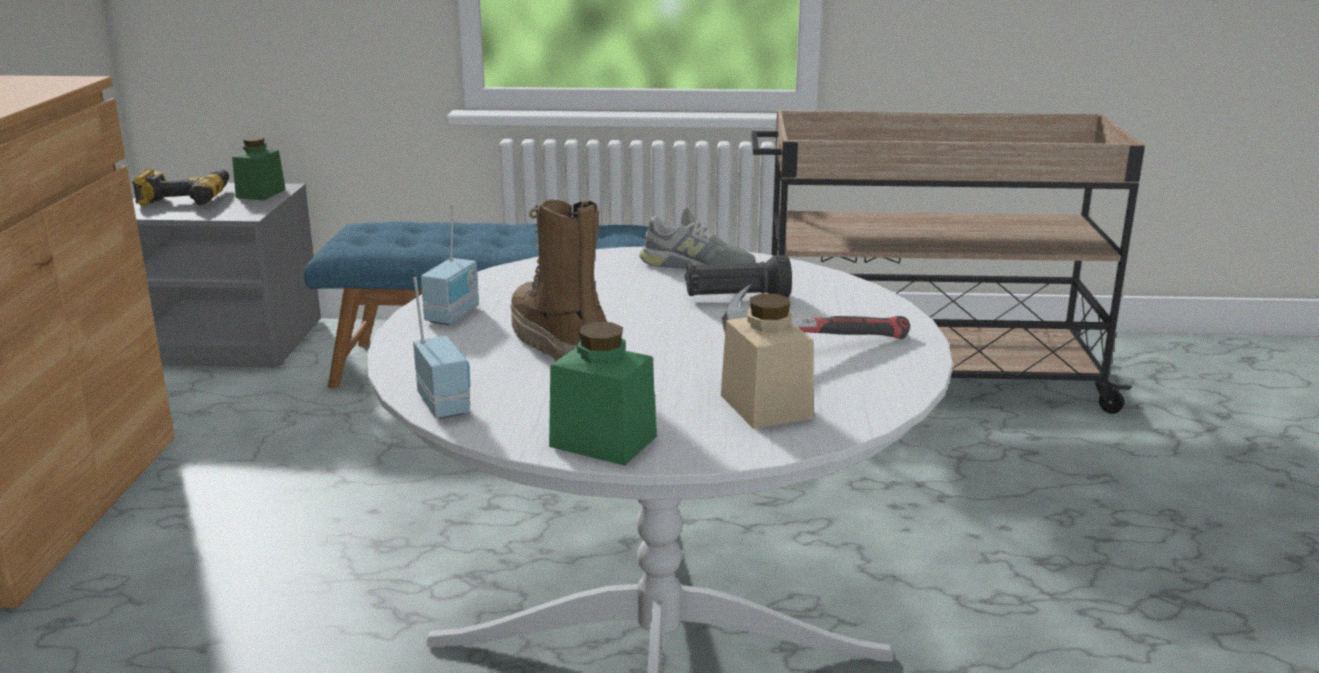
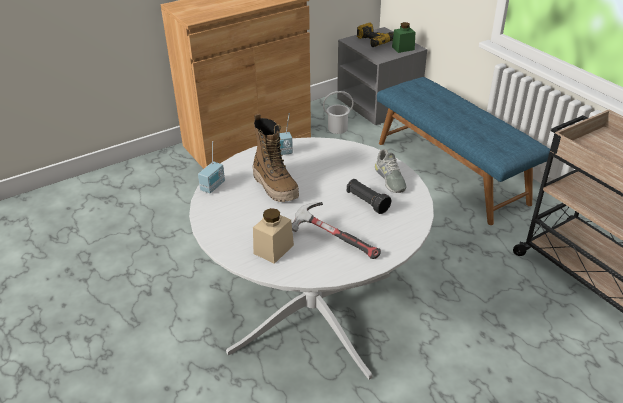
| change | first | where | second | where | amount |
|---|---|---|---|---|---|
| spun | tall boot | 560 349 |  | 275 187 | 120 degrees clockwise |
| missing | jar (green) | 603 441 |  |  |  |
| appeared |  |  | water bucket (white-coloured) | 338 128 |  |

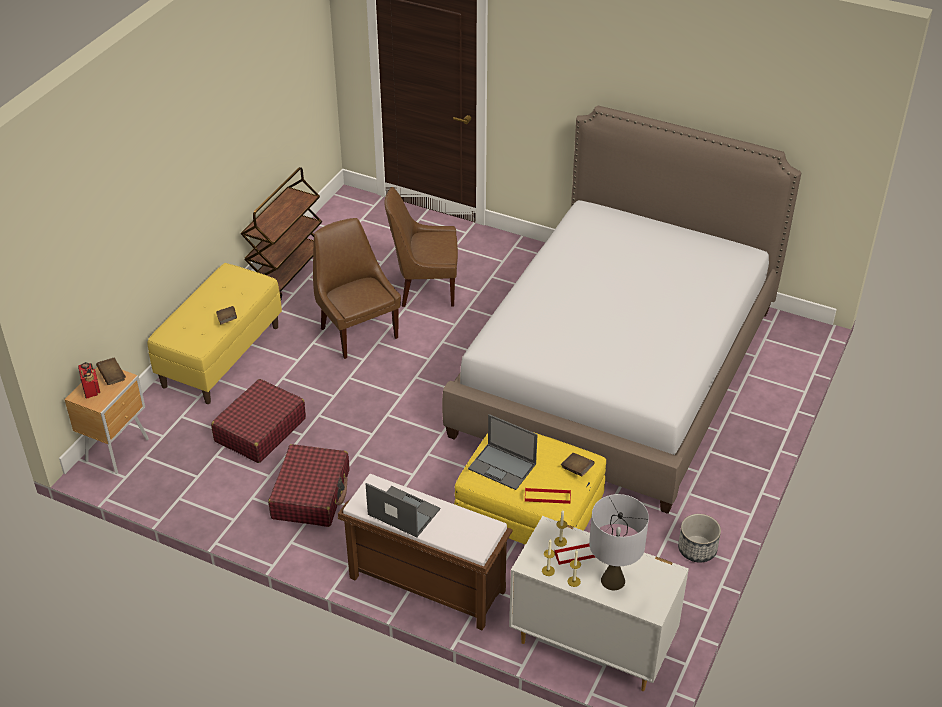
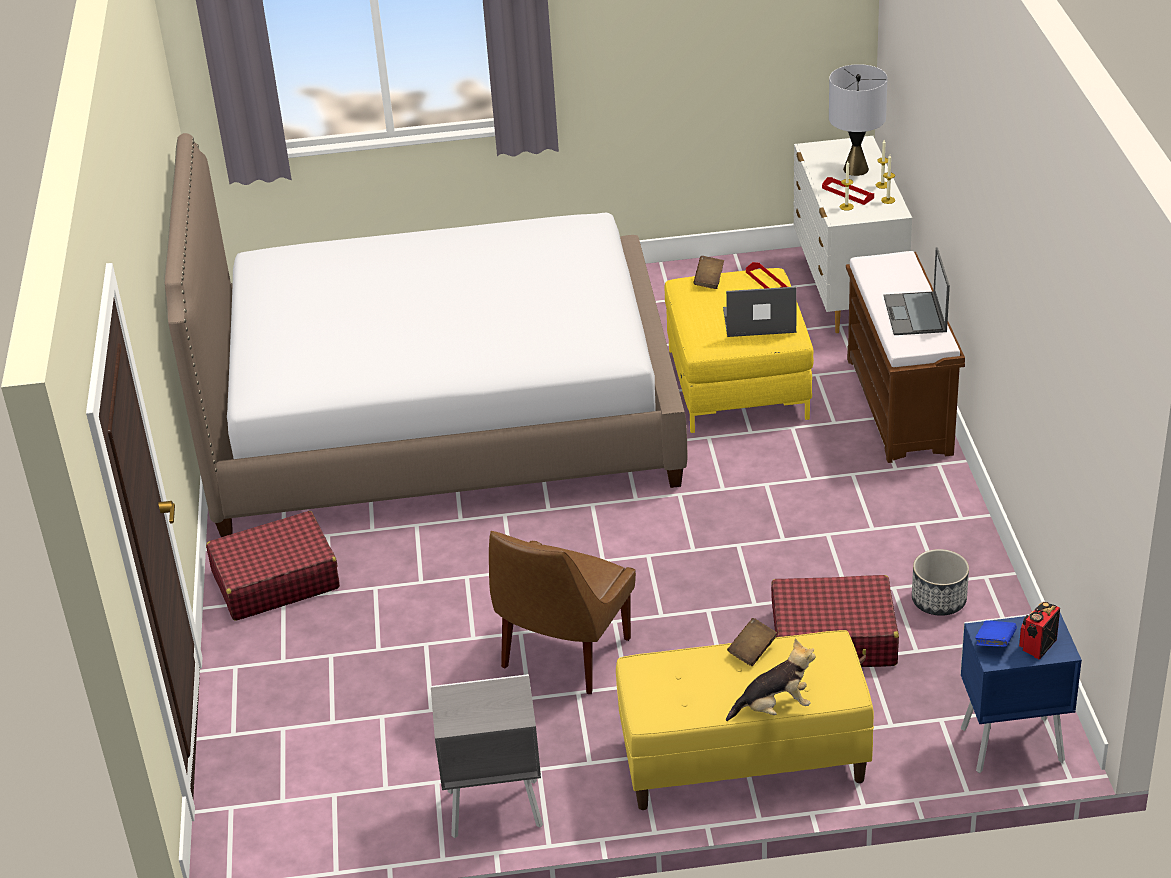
| change | first | where | second | where | amount |
|---|---|---|---|---|---|
| exchanged | cart (brown-coloured) | 286 271 | nightstand (grey) | 492 808 |  |
| missing | plain chair (brown-coloured) | 425 288 |  |  |  |
| colour | volume (brown-coloured) | 112 376 | volume (blue) | 994 643 |  |
| colour | nightstand (brown-coloured) | 119 449 | nightstand (blue) | 1009 745 |  |
| spun | laptop | 503 466 |  | 758 321 | 90 degrees counterclockwise |
| relocated | piece of luggage (reddish) | 311 494 |  | 275 580 |  |
| relocated | flower pot | 697 549 |  | 938 600 |  |
| appeared |  |  | soft toy | 774 707 |  |

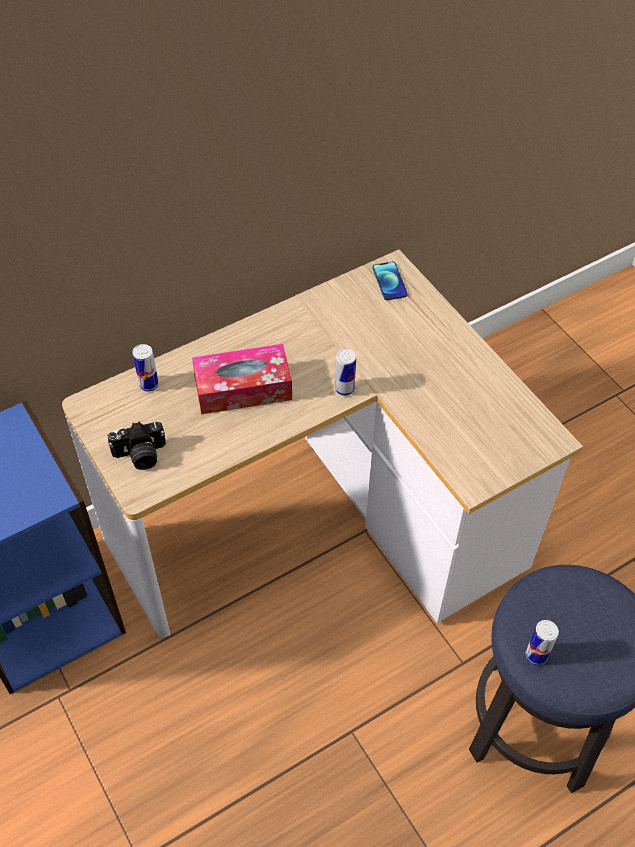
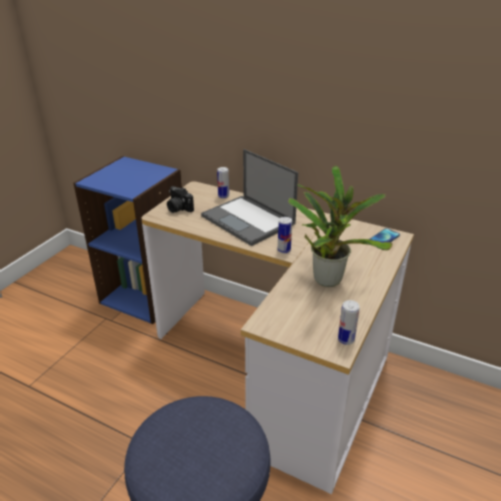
| change | first | where | second | where | amount |
|---|---|---|---|---|---|
| exchanged | tissue holder | 243 388 | laptop | 249 220 |  |
| relocated | sealed can | 536 655 |  | 346 339 |  |
| appeared |  |  | plant in a pot | 328 277 |  |

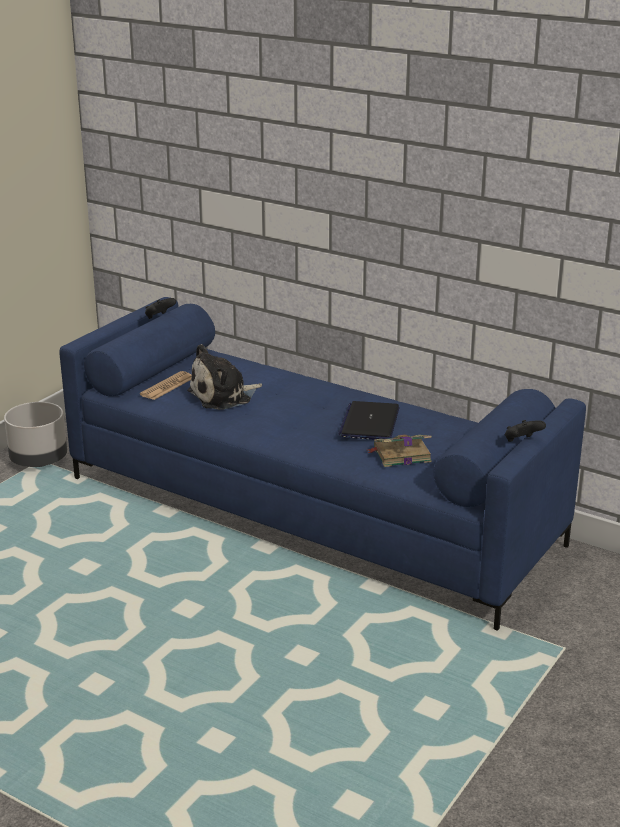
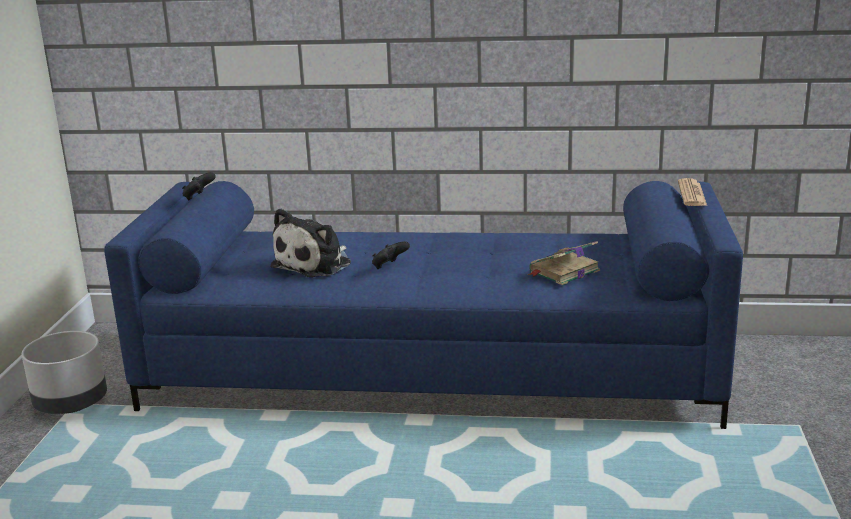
| change | first | where | second | where | amount |
|---|---|---|---|---|---|
| relocated | daily paper | 167 386 |  | 692 194 |  |
| missing | laptop | 369 422 |  |  |  |
| relocated | game controller (black-coloured) | 522 441 |  | 389 266 |  |

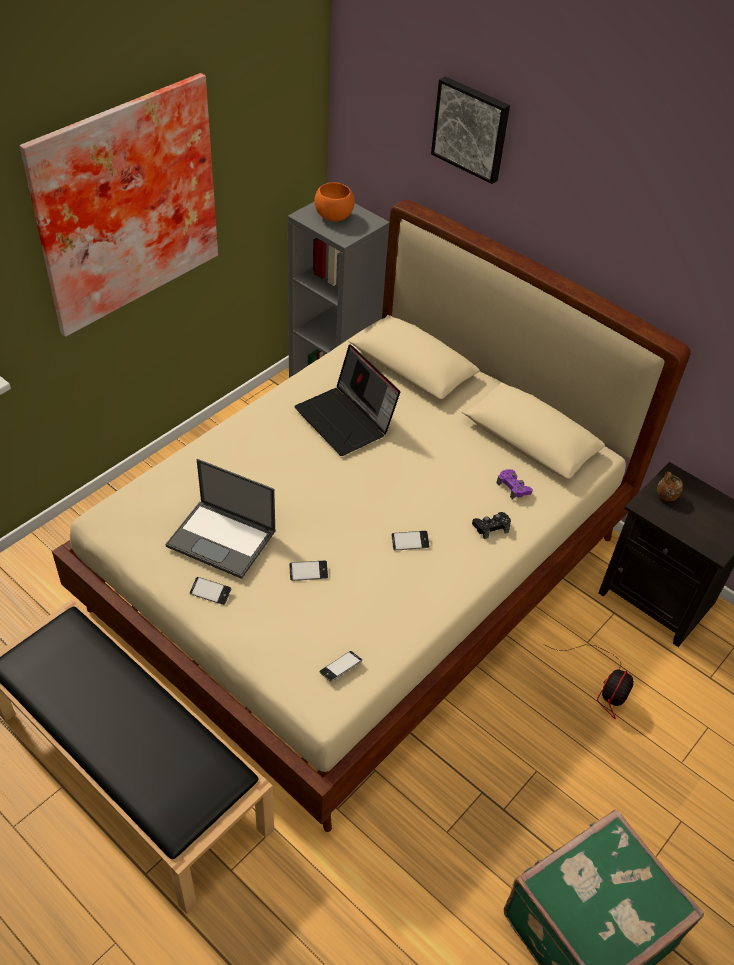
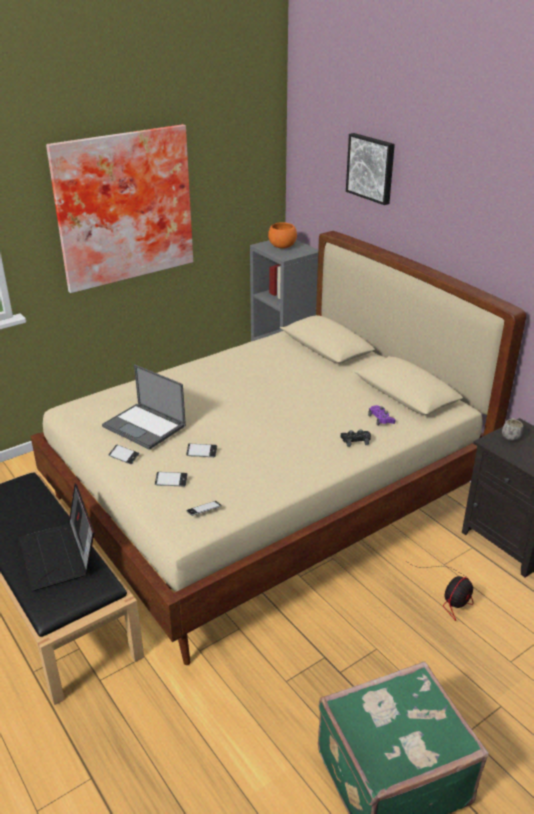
| change | first | where | second | where | amount |
|---|---|---|---|---|---|
| relocated | laptop | 346 420 |  | 60 556 |  |
| colour | mug (brown-coloured) | 665 493 | mug (white-coloured) | 510 436 |  |
| relocated | handset | 410 542 |  | 171 481 |  |

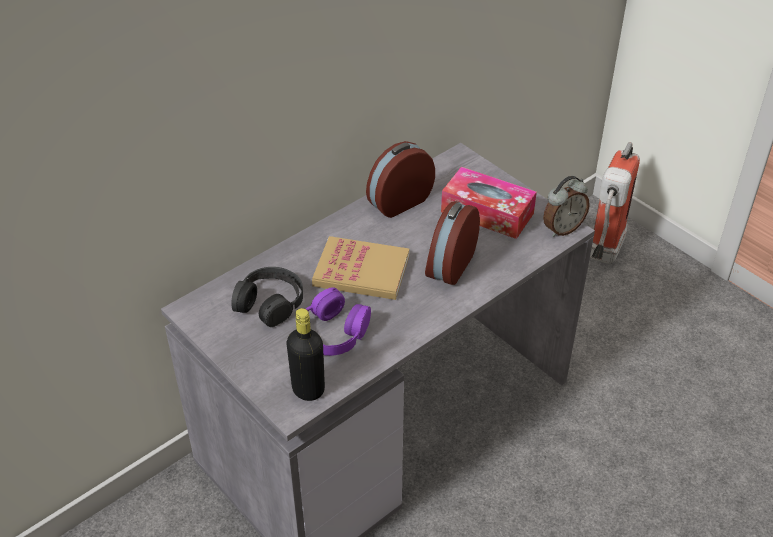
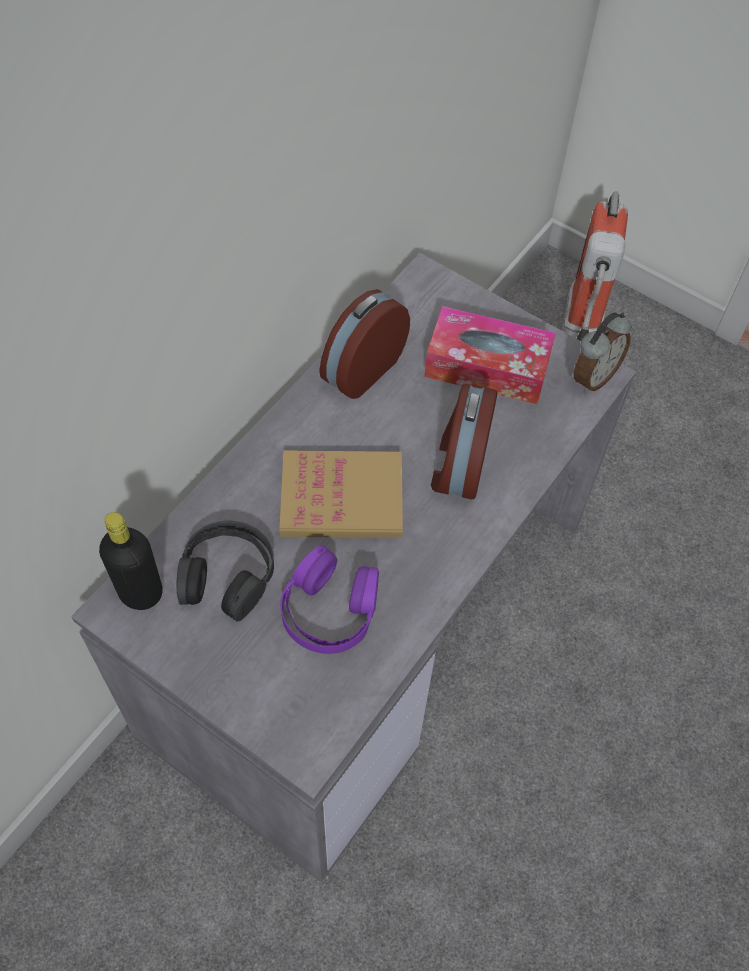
| change | first | where | second | where | amount |
|---|---|---|---|---|---|
| relocated | drink bottle (black-coloured) | 308 390 |  | 141 592 |  |

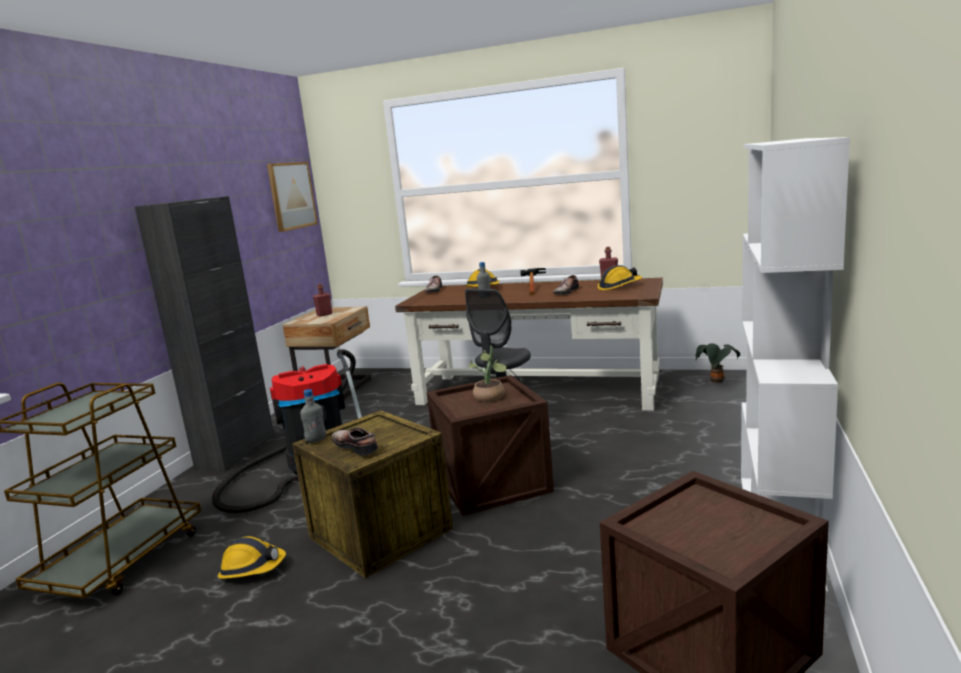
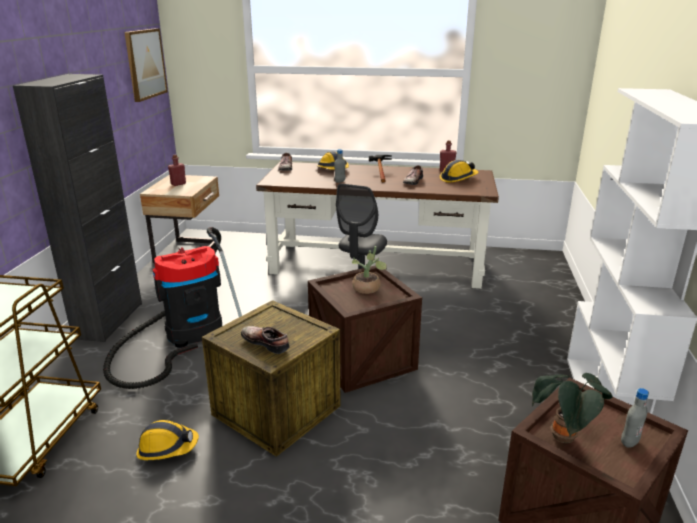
| change | first | where | second | where | amount |
|---|---|---|---|---|---|
| relocated | plant in a pot | 717 382 |  | 563 439 |  |
| relocated | drink bottle (grey) | 316 440 |  | 629 442 |  |

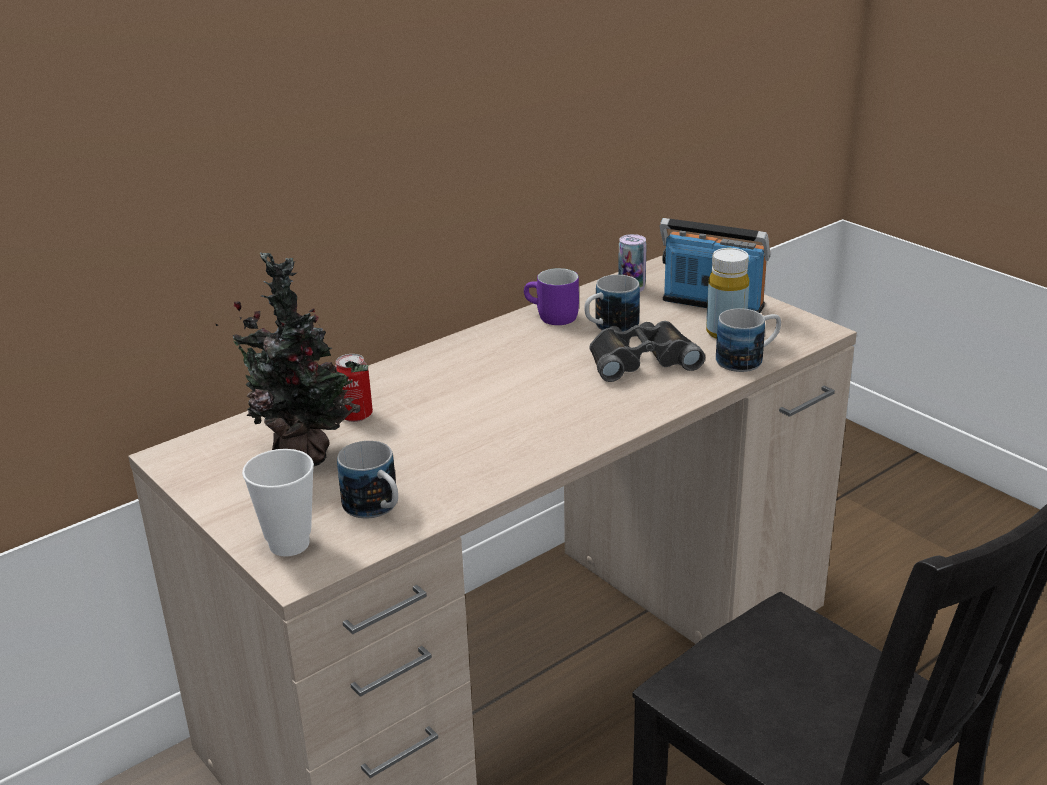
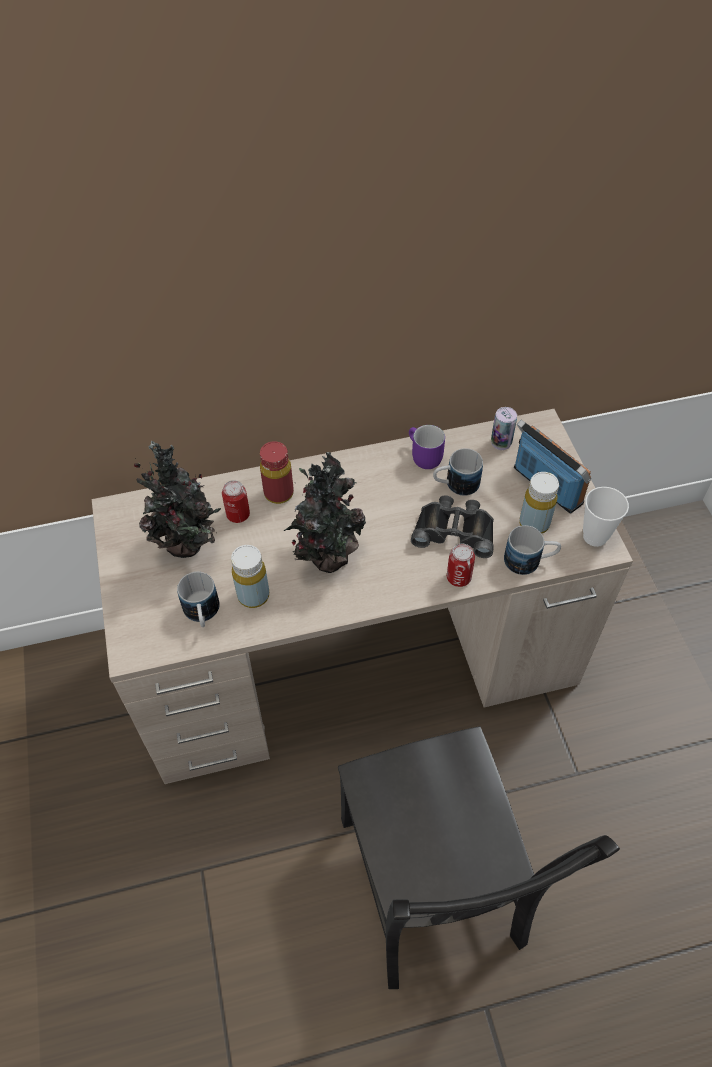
| change | first | where | second | where | amount |
|---|---|---|---|---|---|
| relocated | cup | 289 544 |  | 595 536 |  |
| appeared |  |  | drink bottle (reddish) | 278 493 |  |
| appeared |  |  | plant in a pot | 326 557 |  |
| appeared |  |  | sealed can | 458 577 |  |
| appeared |  |  | drink bottle (yellow) | 253 595 |  |

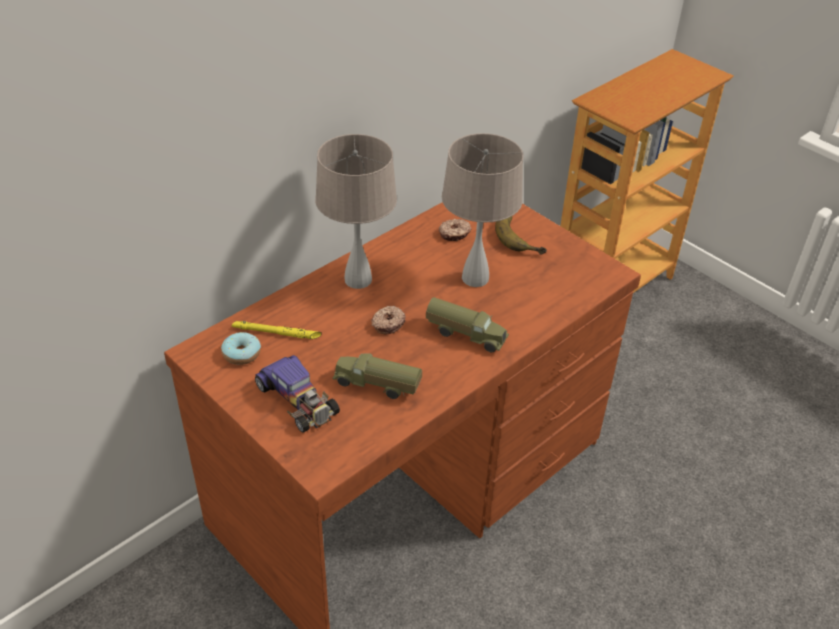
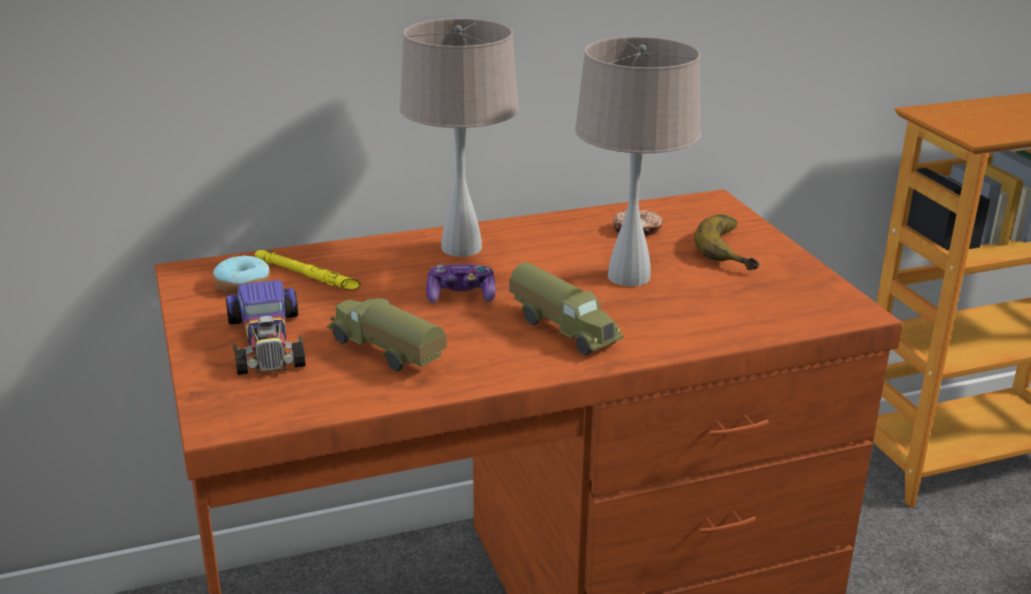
| change | first | where | second | where | amount |
|---|---|---|---|---|---|
| exchanged | ring doughnut | 387 324 | game controller | 461 296 |  |

